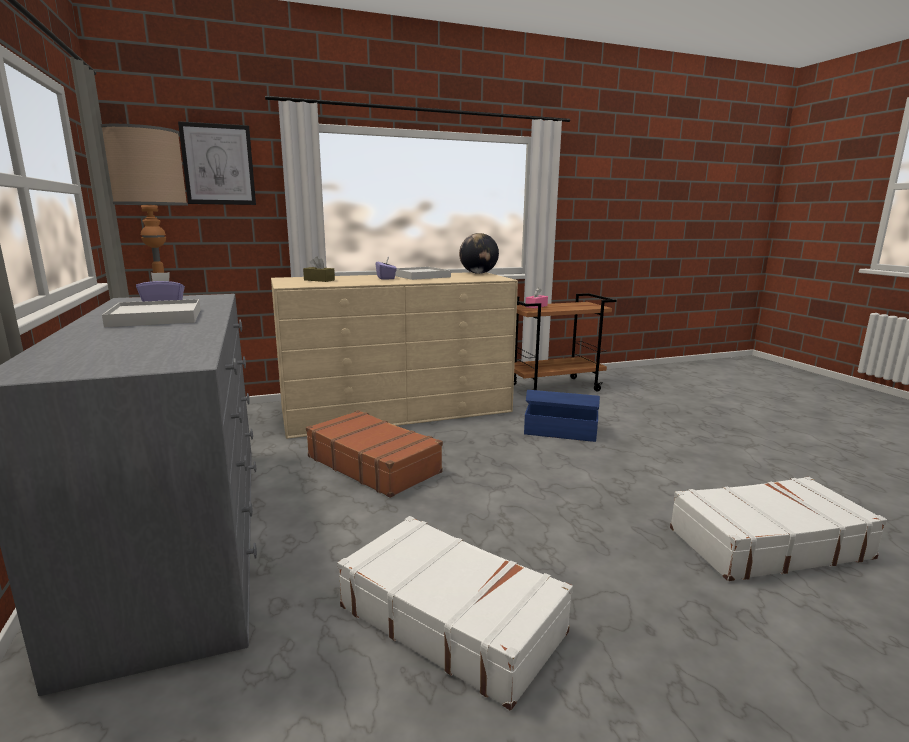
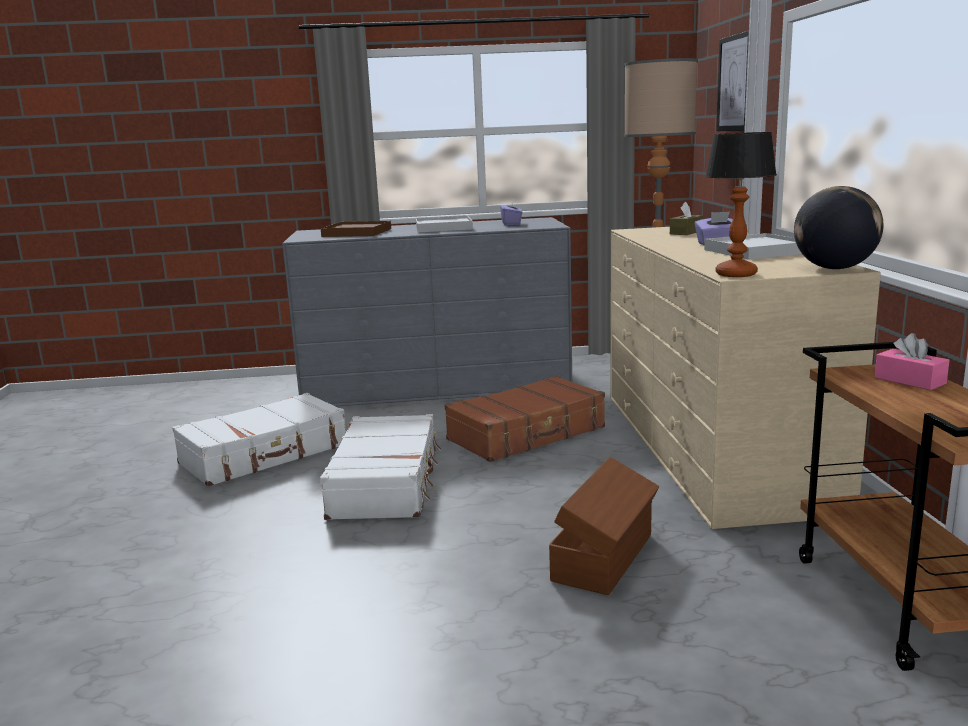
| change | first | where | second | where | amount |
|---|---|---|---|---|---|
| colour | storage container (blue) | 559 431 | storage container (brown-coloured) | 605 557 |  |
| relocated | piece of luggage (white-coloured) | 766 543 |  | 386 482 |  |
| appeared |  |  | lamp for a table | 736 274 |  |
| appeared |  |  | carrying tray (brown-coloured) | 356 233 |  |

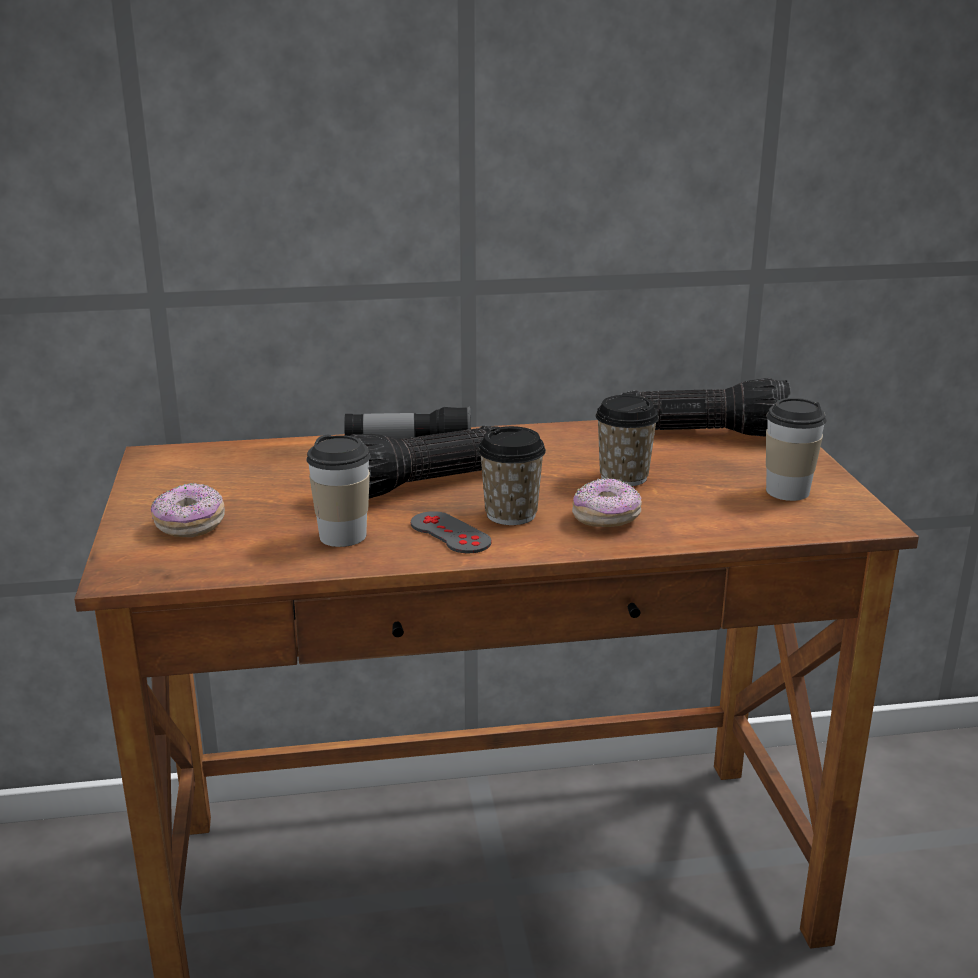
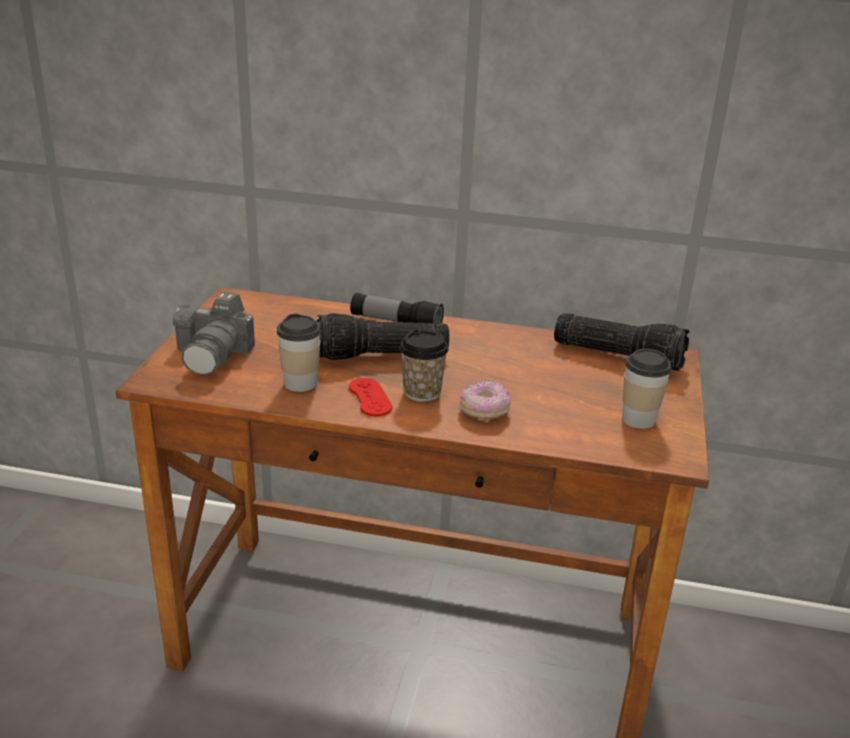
| change | first | where | second | where | amount |
|---|---|---|---|---|---|
| missing | cup | 623 477 |  |  |  |
| exchanged | ring doughnut | 190 526 | photo camera | 214 354 |  |
| colour | game controller (grey) | 450 533 | game controller (reddish) | 370 397 |  |

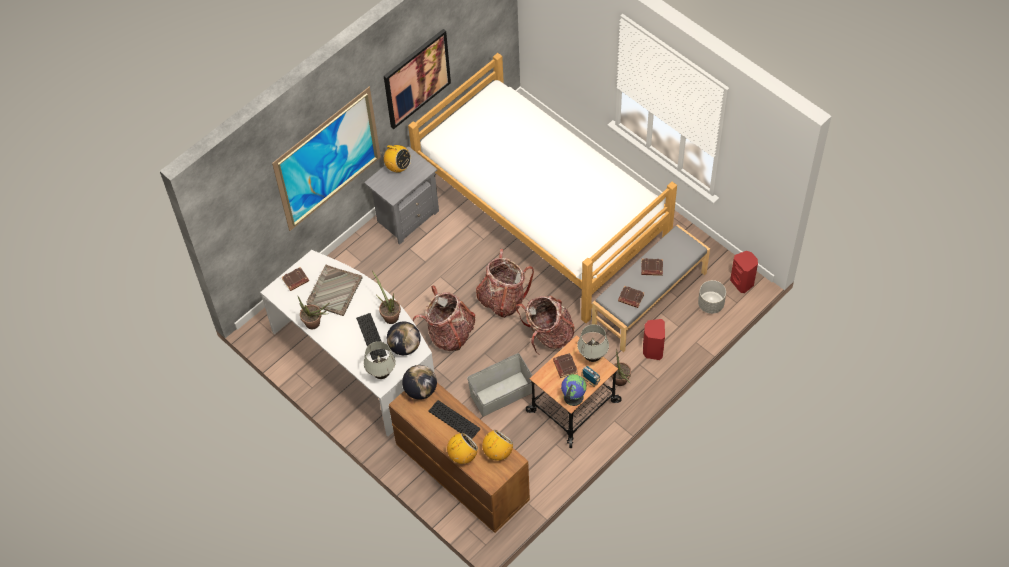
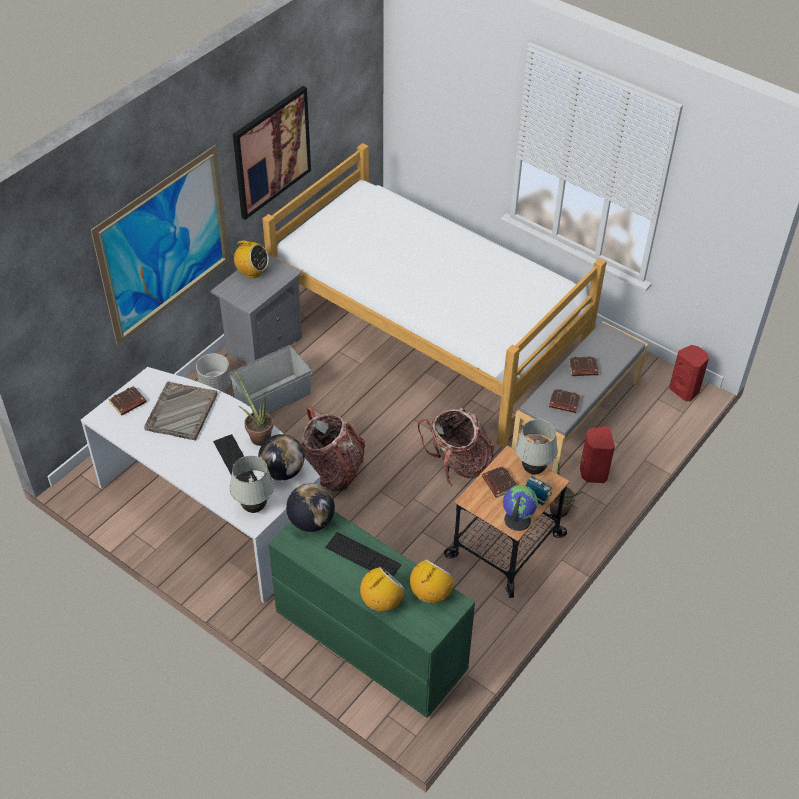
| change | first | where | second | where | amount |
|---|---|---|---|---|---|
| missing | knapsack | 502 299 |  |  |  |
| relocated | flower pot (grey) | 711 304 |  | 215 386 |  |
| missing | plant in a pot | 316 324 |  |  |  |
| relocated | storage container (grey) | 502 394 |  | 273 397 |  |
| colour | dresser (brown-coloured) | 461 472 | dresser (green) | 369 641 |  |

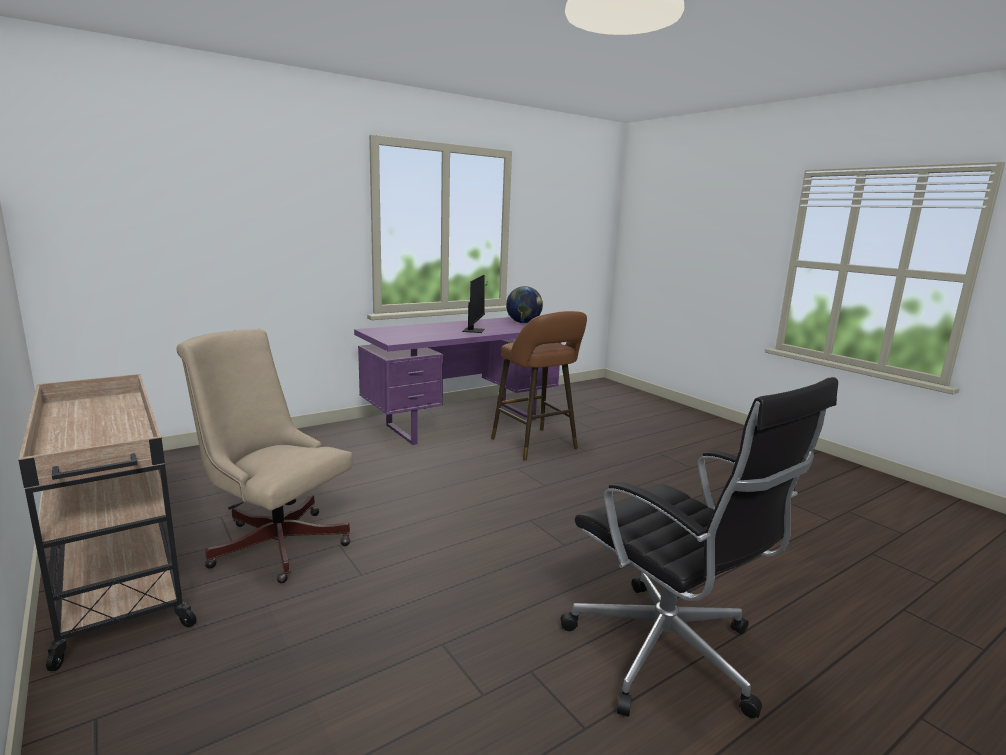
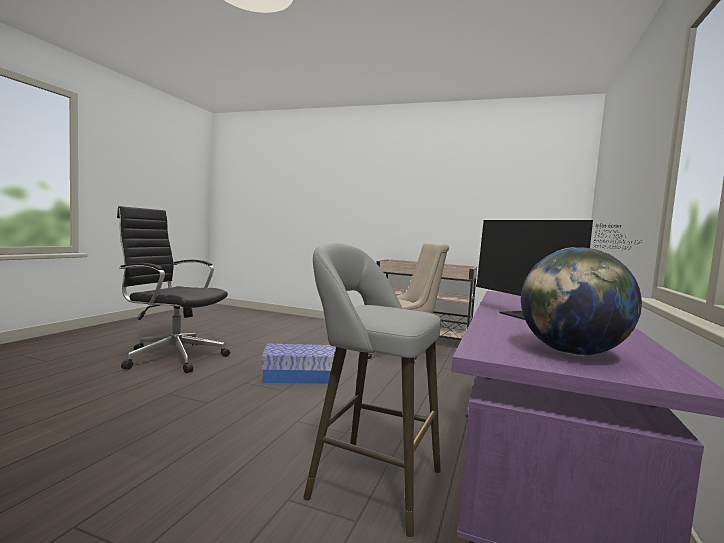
| change | first | where | second | where | amount |
|---|---|---|---|---|---|
| colour | stool (brown-coloured) | 536 445 | stool (grey) | 368 481 |  |
| appeared |  |  | storage container | 299 376 |  |

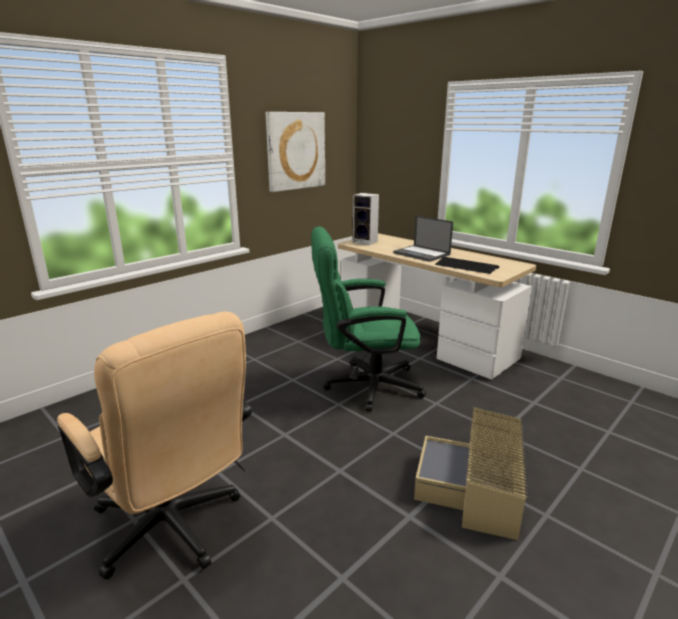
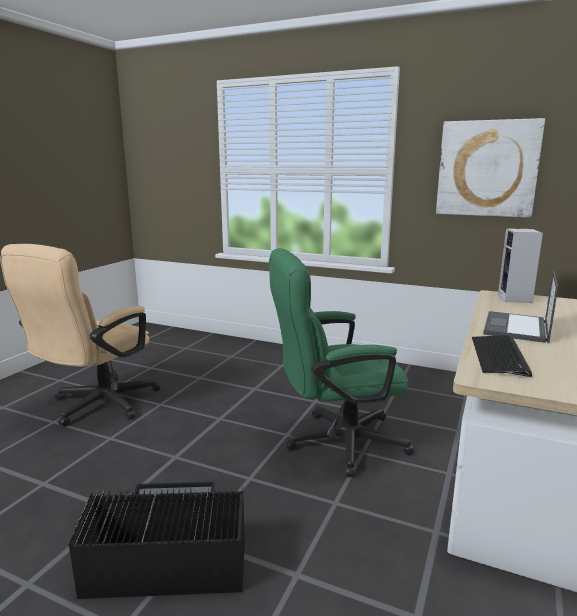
| change | first | where | second | where | amount |
|---|---|---|---|---|---|
| spun | office chair (green) | 364 386 |  | 335 443 | 75 degrees counterclockwise |
| colour | storage container (sand-coloured) | 474 487 | storage container (black-coloured) | 166 554 |  |

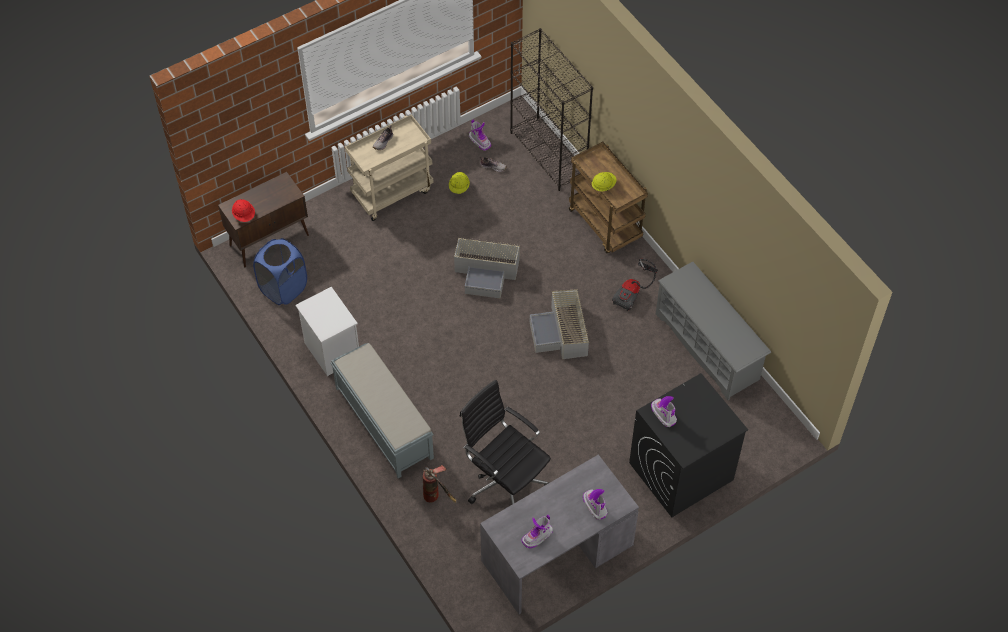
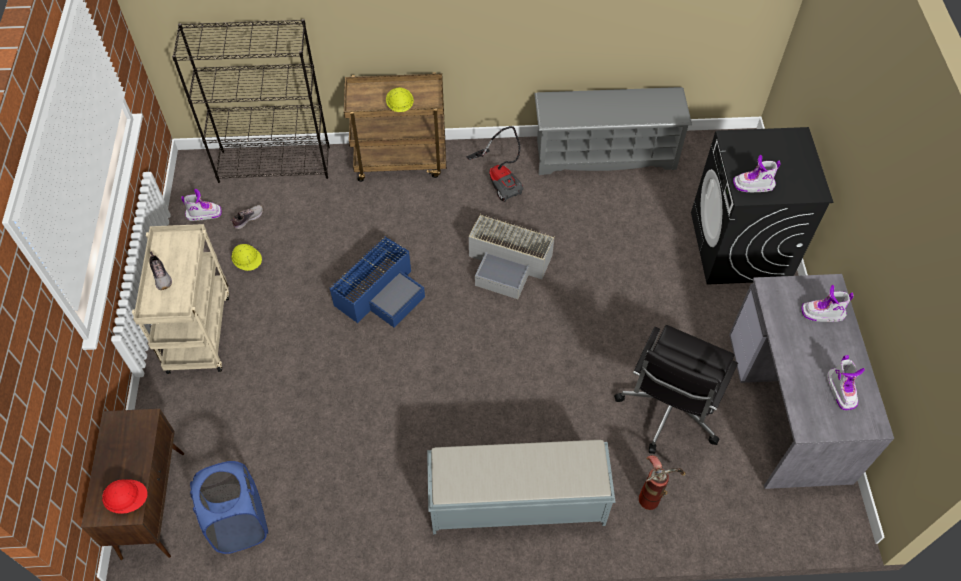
| change | first | where | second | where | amount |
|---|---|---|---|---|---|
| colour | storage container (grey) | 487 272 | storage container (blue) | 381 292 |  |
| missing | nightstand (white-coloured) | 331 350 |  |  |  |
| spun | office chair (black-coloured) | 505 481 |  | 668 410 | 45 degrees counterclockwise |

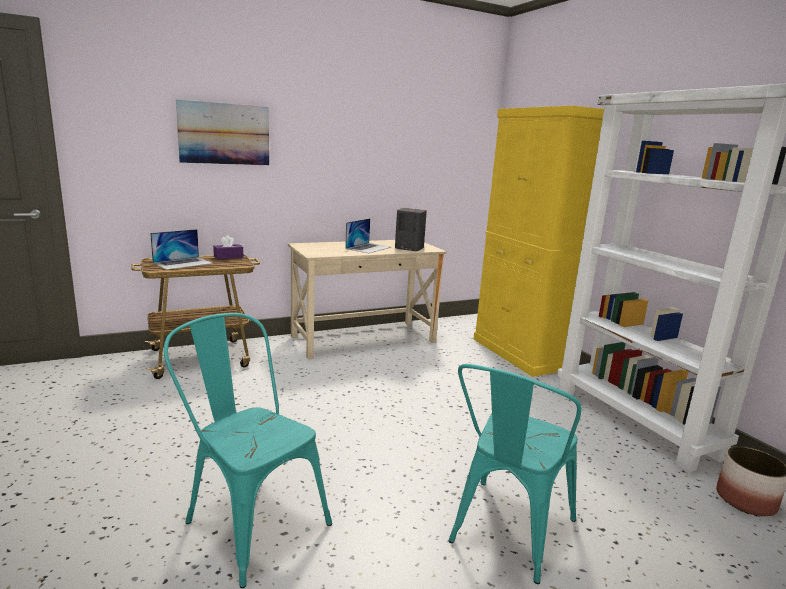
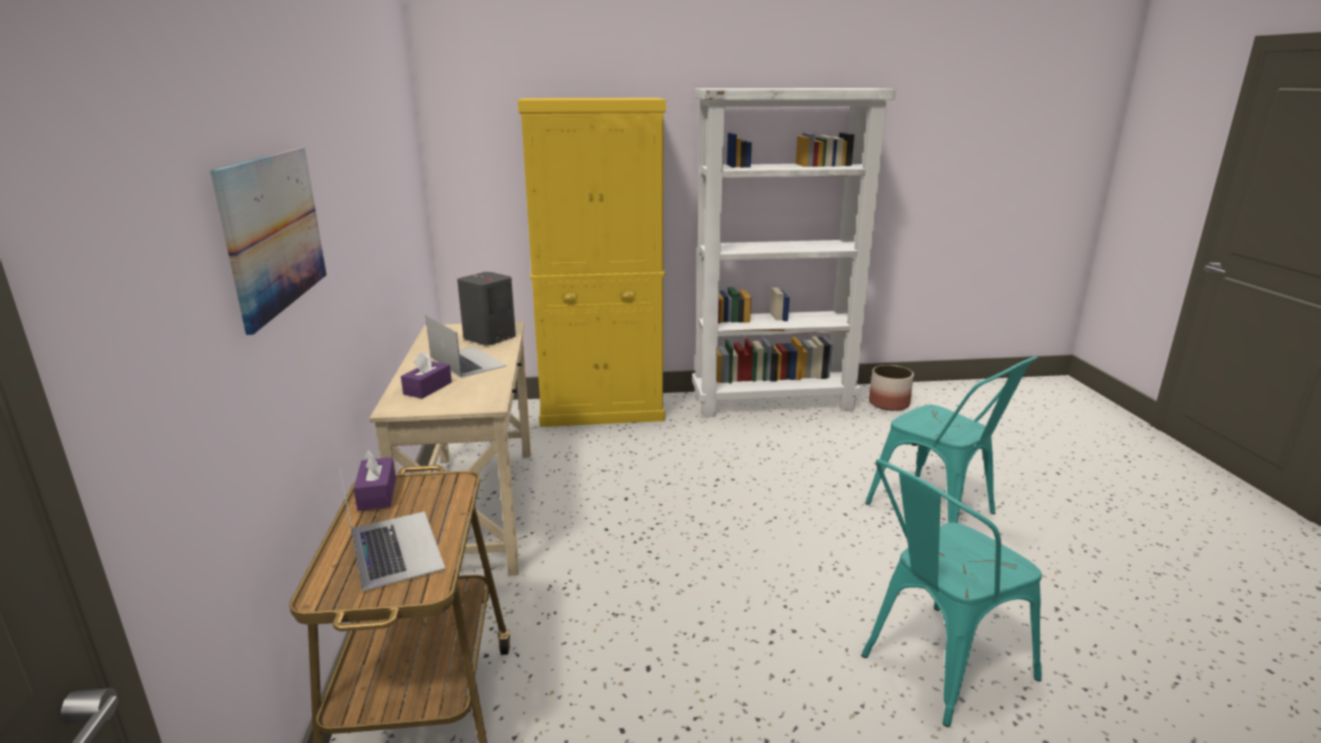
| change | first | where | second | where | amount |
|---|---|---|---|---|---|
| appeared |  |  | tissue holder (purple-coloured) | 428 388 |  |

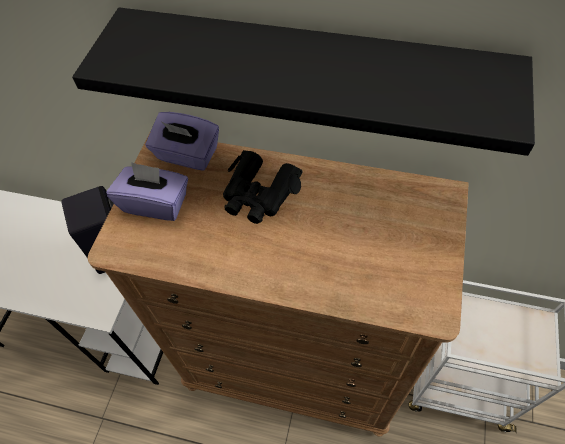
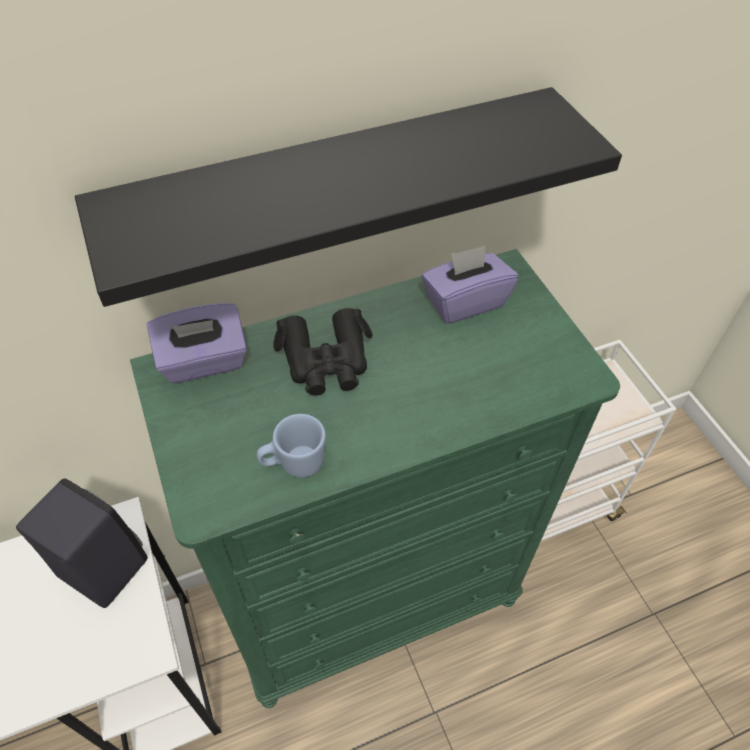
| change | first | where | second | where | amount |
|---|---|---|---|---|---|
| colour | dresser (brown-coloured) | 294 365 | dresser (green) | 371 594 |  |
| relocated | tissue holder (purple-coloured) | 156 203 |  | 465 302 |  |
| appeared |  |  | mug (blue) | 294 464 |  |

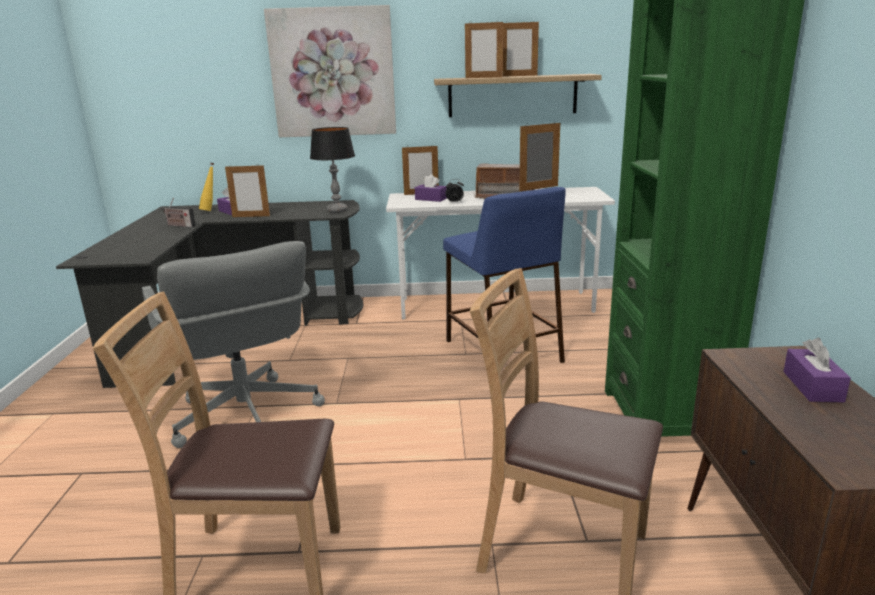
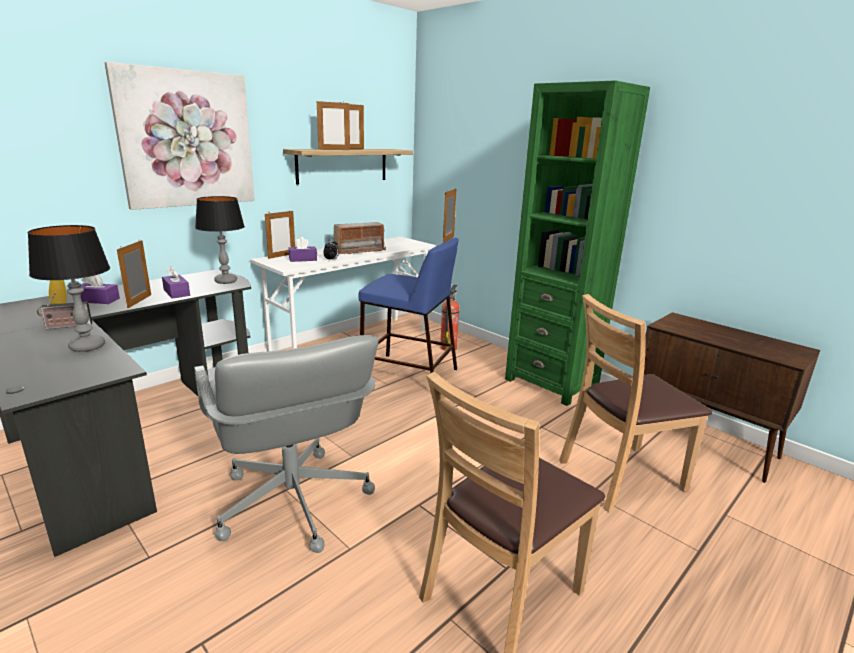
| change | first | where | second | where | amount |
|---|---|---|---|---|---|
| spun | photo frame | 251 216 |  | 139 301 | 135 degrees clockwise |
| spun | office chair (grey) | 245 417 |  | 292 503 | 45 degrees clockwise |
| relocated | tissue holder (purple-coloured) | 812 386 |  | 176 293 |  |
| appeared |  |  | lamp for a table | 88 346 |  |
| appeared |  |  | fire-fighting cylinder | 448 347 |  |

